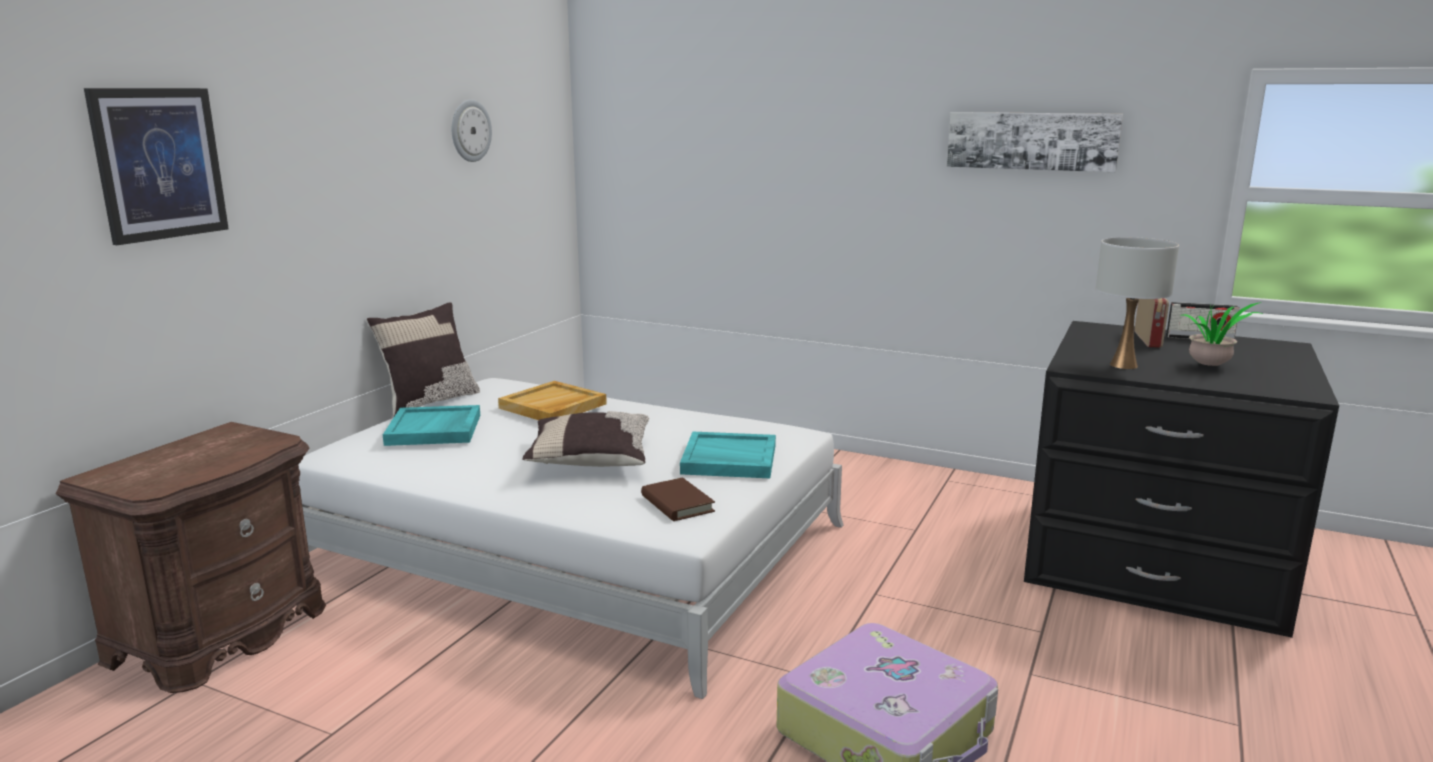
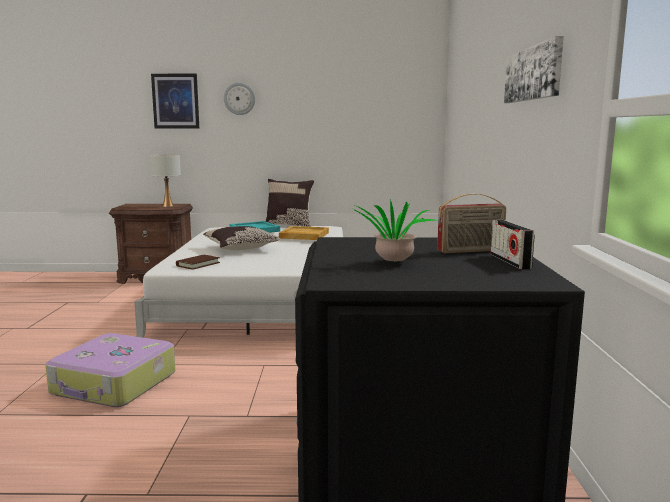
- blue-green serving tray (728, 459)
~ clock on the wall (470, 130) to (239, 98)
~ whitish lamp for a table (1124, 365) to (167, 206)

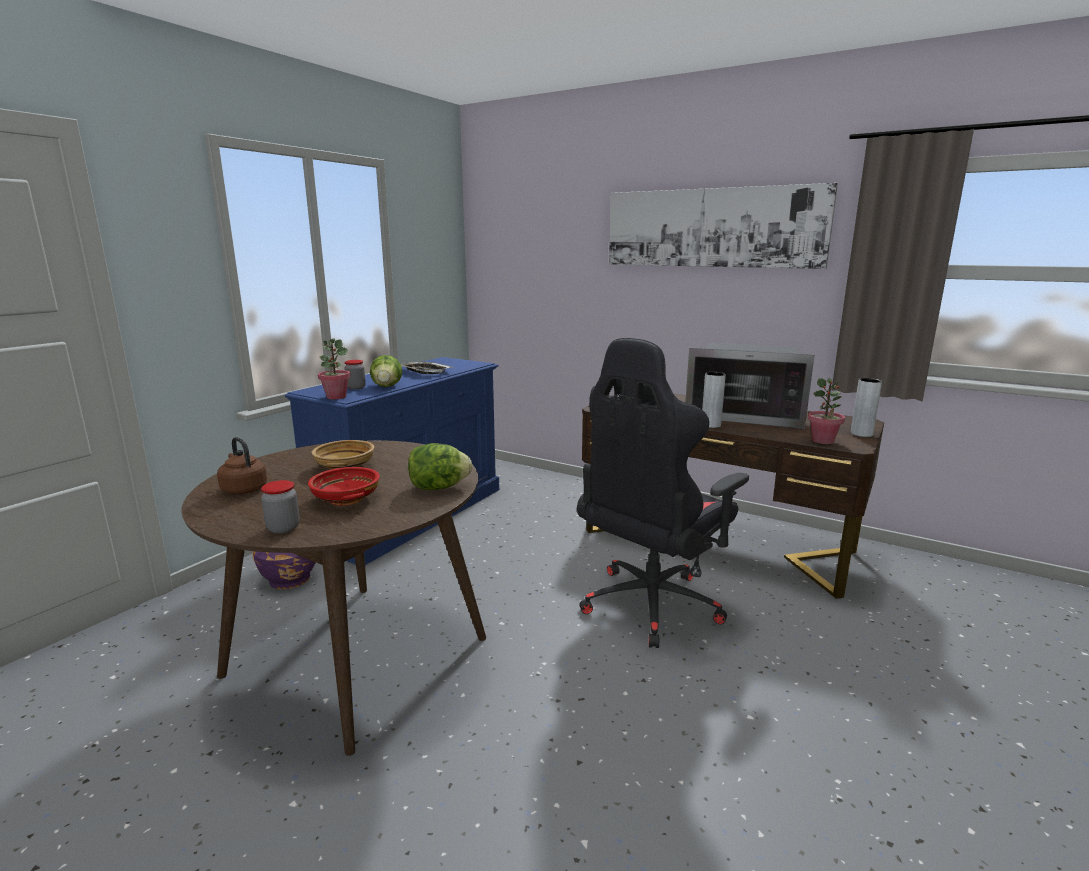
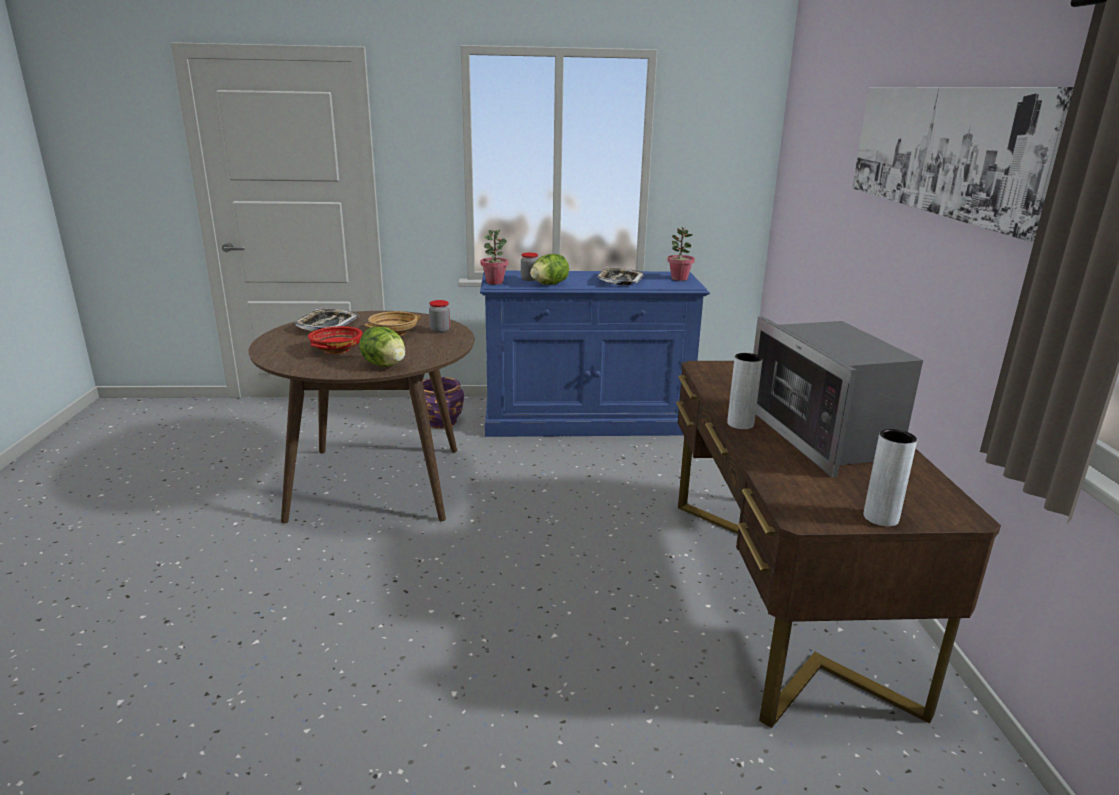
- black-coloured office chair (651, 603)
~ storage jar (283, 528) to (440, 330)
~ houseplant (823, 441) to (679, 278)
~ brown-coloured water kettle (243, 489) to serving tray (327, 325)

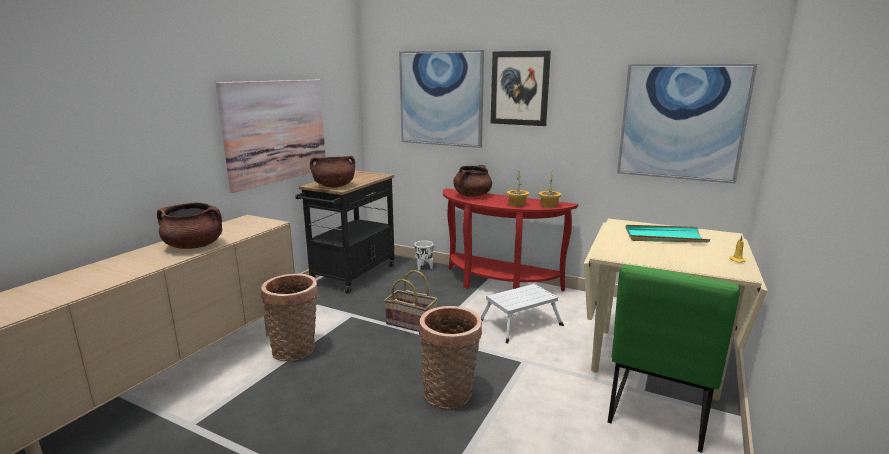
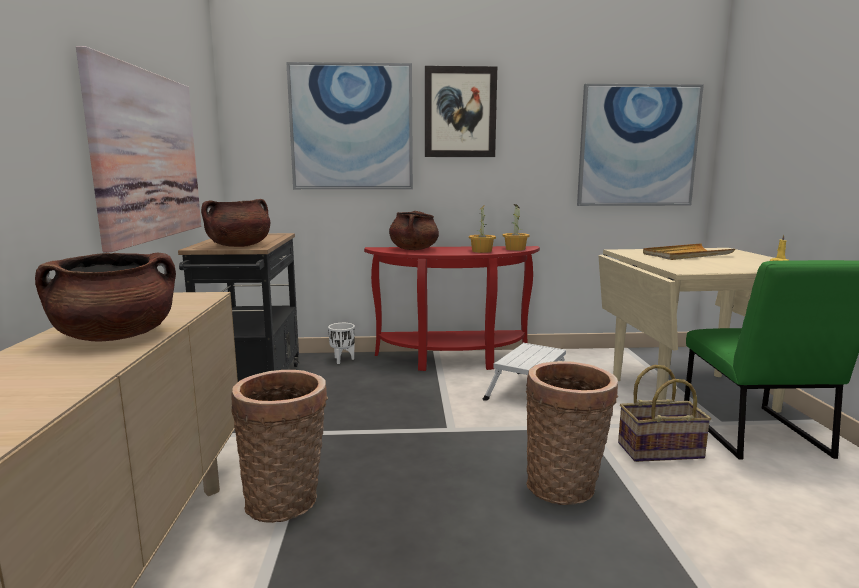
~ household basket (412, 323) to (660, 450)
~ blue-green serving tray (664, 237) to beige-coloured serving tray (686, 255)

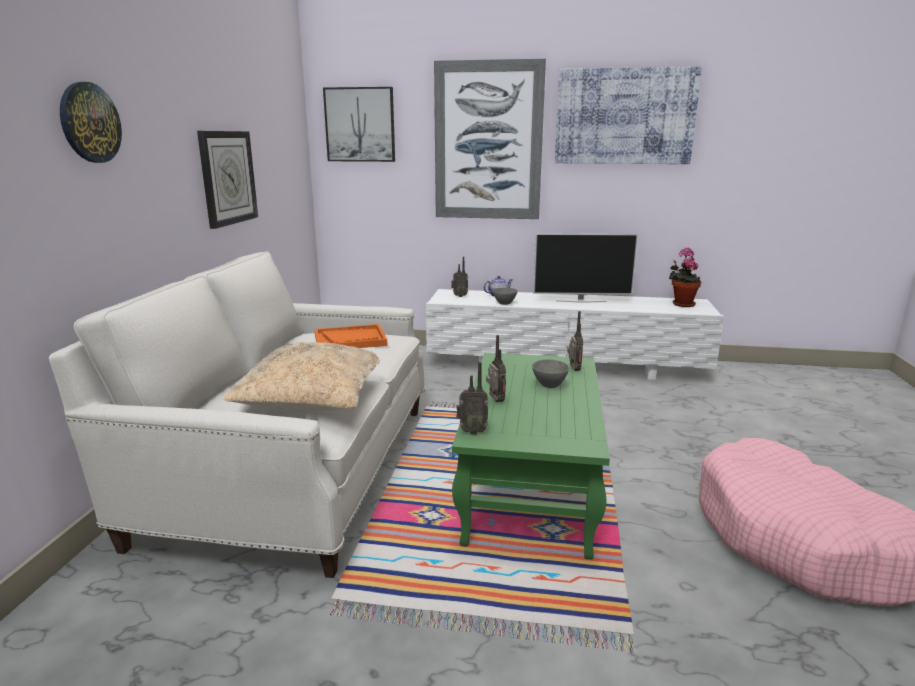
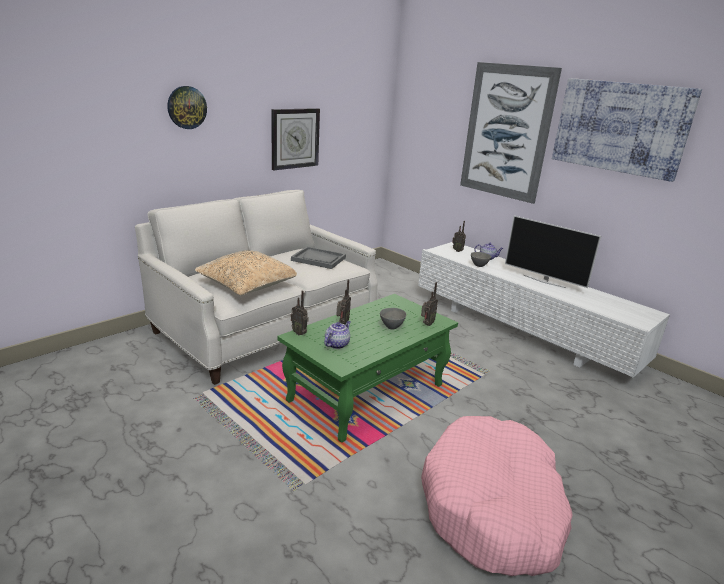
- wall picture (360, 125)
- houseplant (681, 304)
+ tea pot (337, 344)
~ orange-coloured serving tray (350, 340) to gray serving tray (318, 259)

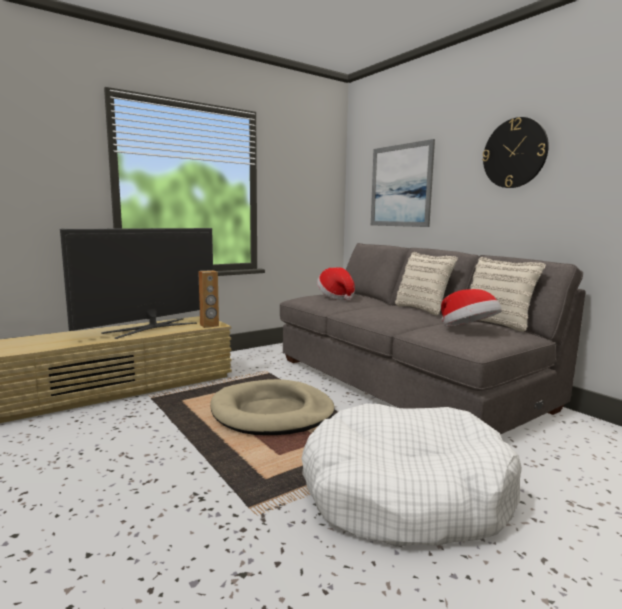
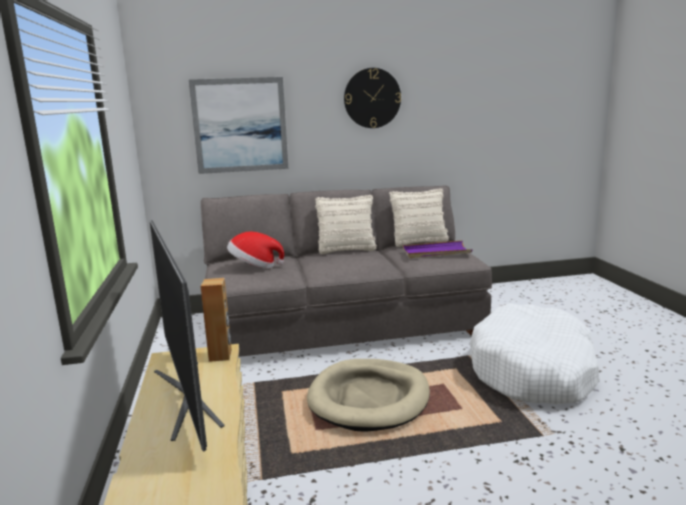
~ wearable hat (468, 330) to purple-coloured serving tray (436, 252)

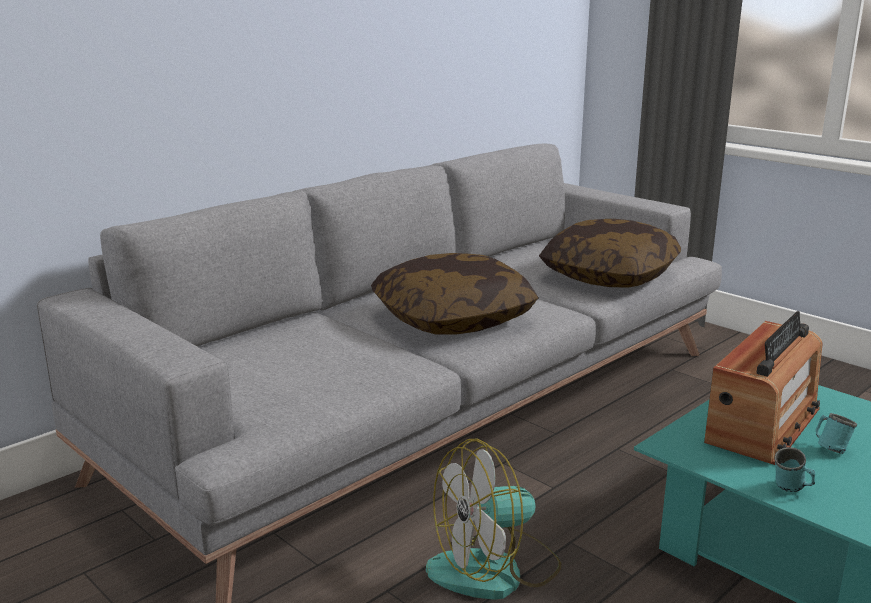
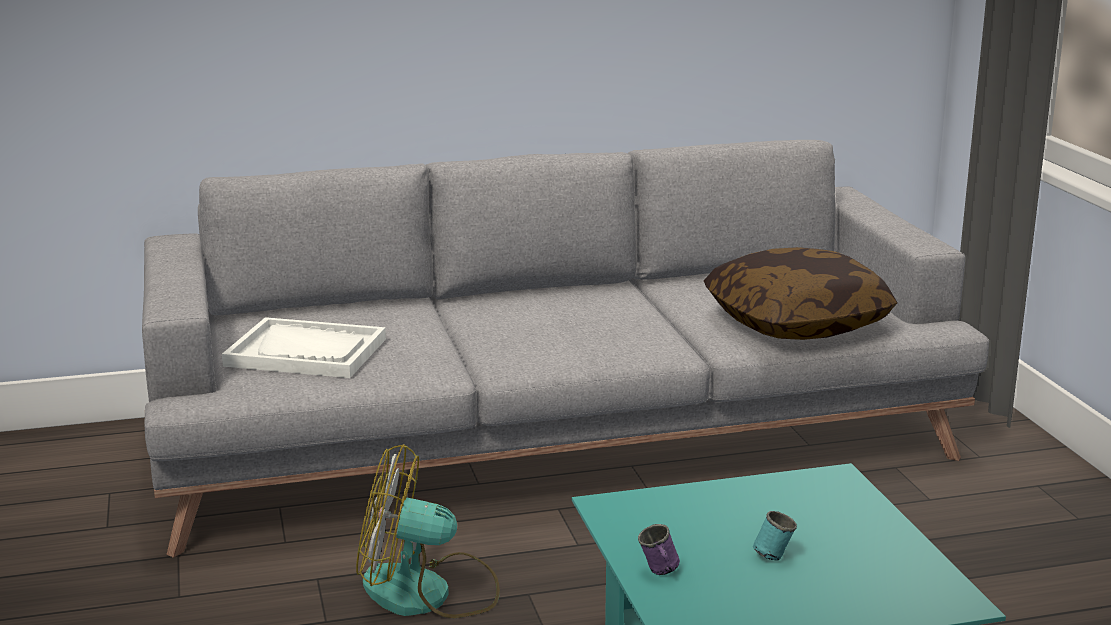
- pillow (453, 318)
- radio (763, 425)
+ whitish serving tray (306, 352)
~ blue-green mug (792, 490) to purple-coloured mug (660, 573)

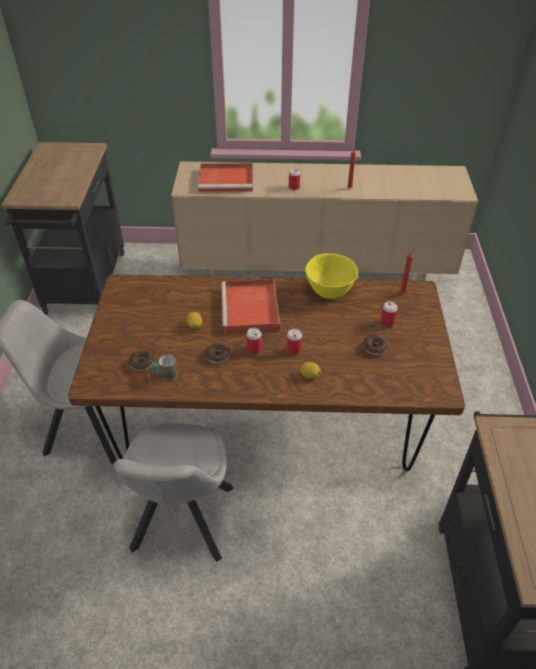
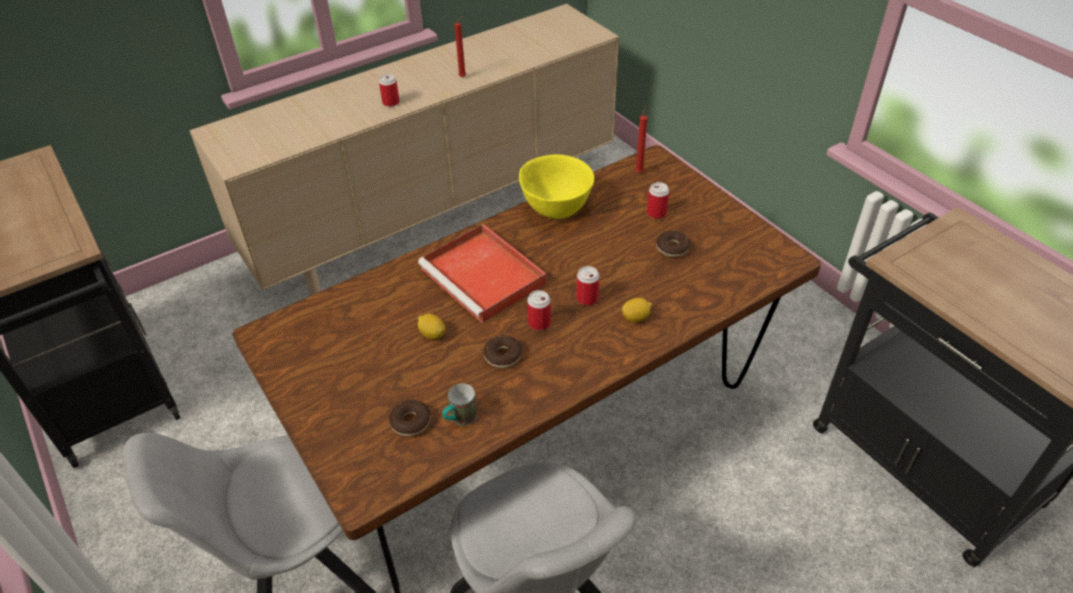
- red serving tray (227, 180)

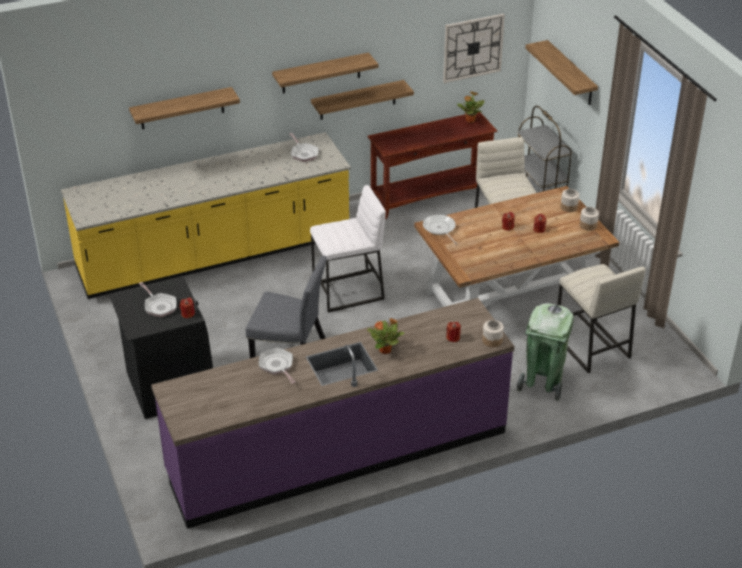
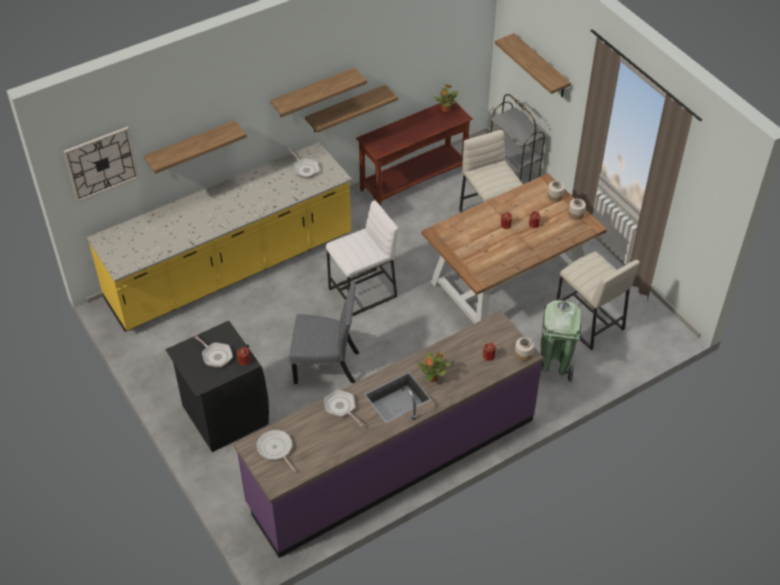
~ pan (440, 229) to (275, 449)
~ clock on the wall (473, 47) to (101, 163)

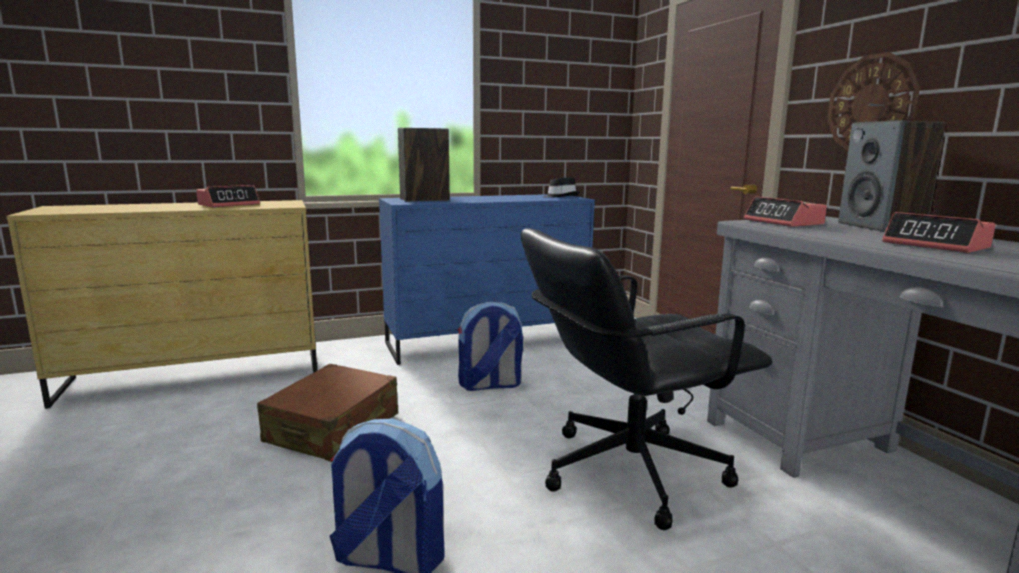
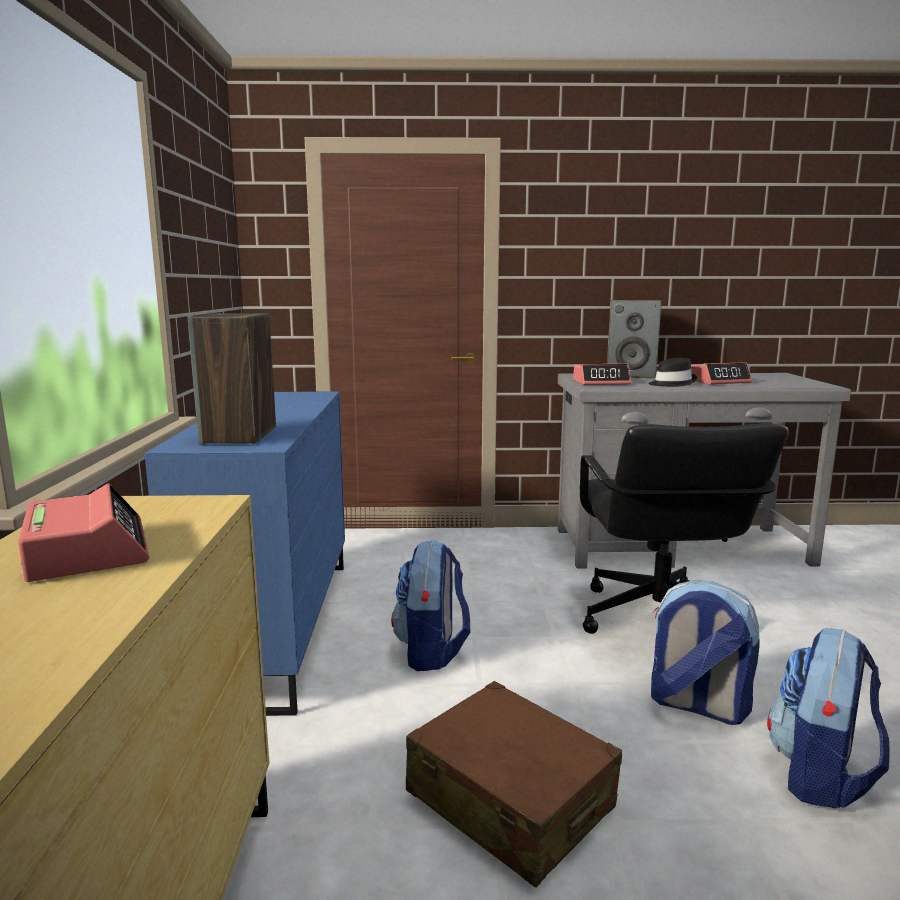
- clock on the wall (871, 104)
+ knapsack (696, 705)
~ black-coloured wearable hat (561, 197) to (671, 383)

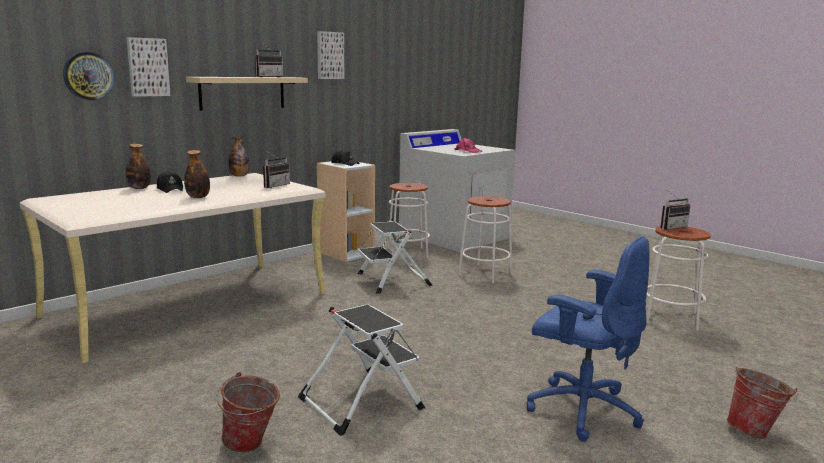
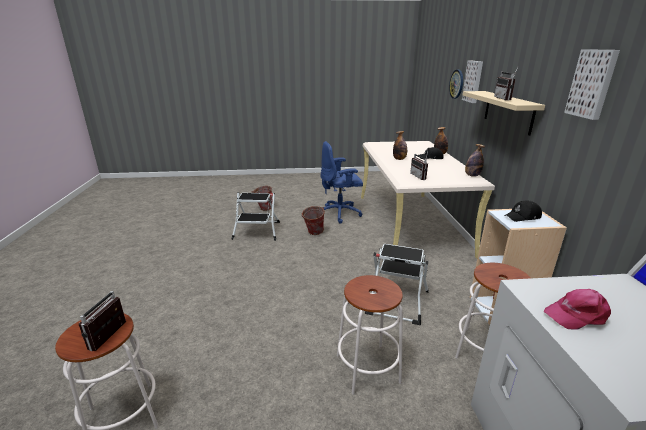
~ bluish office chair (581, 409) to (340, 213)
~ water bucket (755, 432) to (313, 233)

